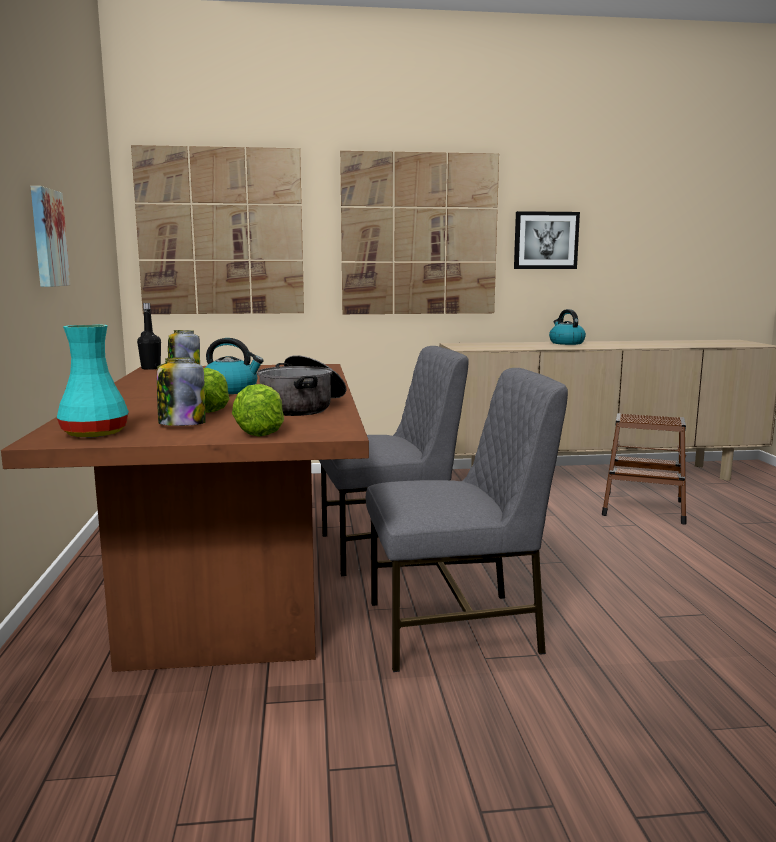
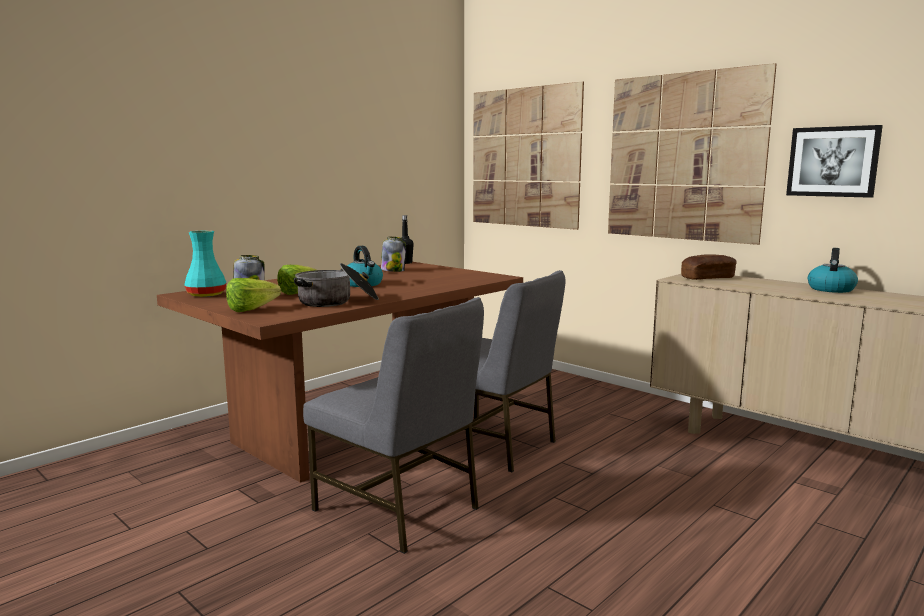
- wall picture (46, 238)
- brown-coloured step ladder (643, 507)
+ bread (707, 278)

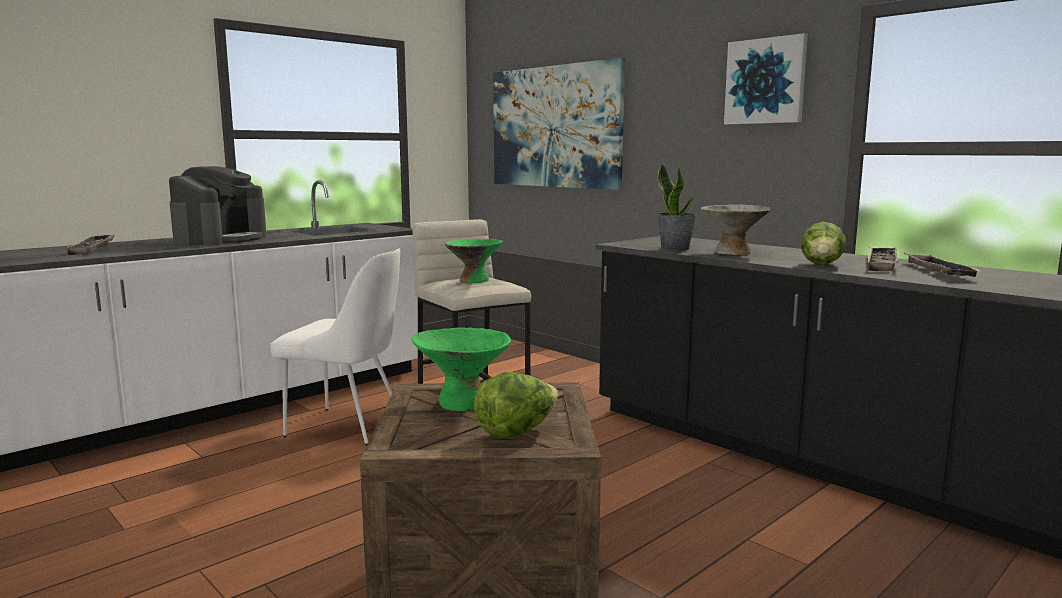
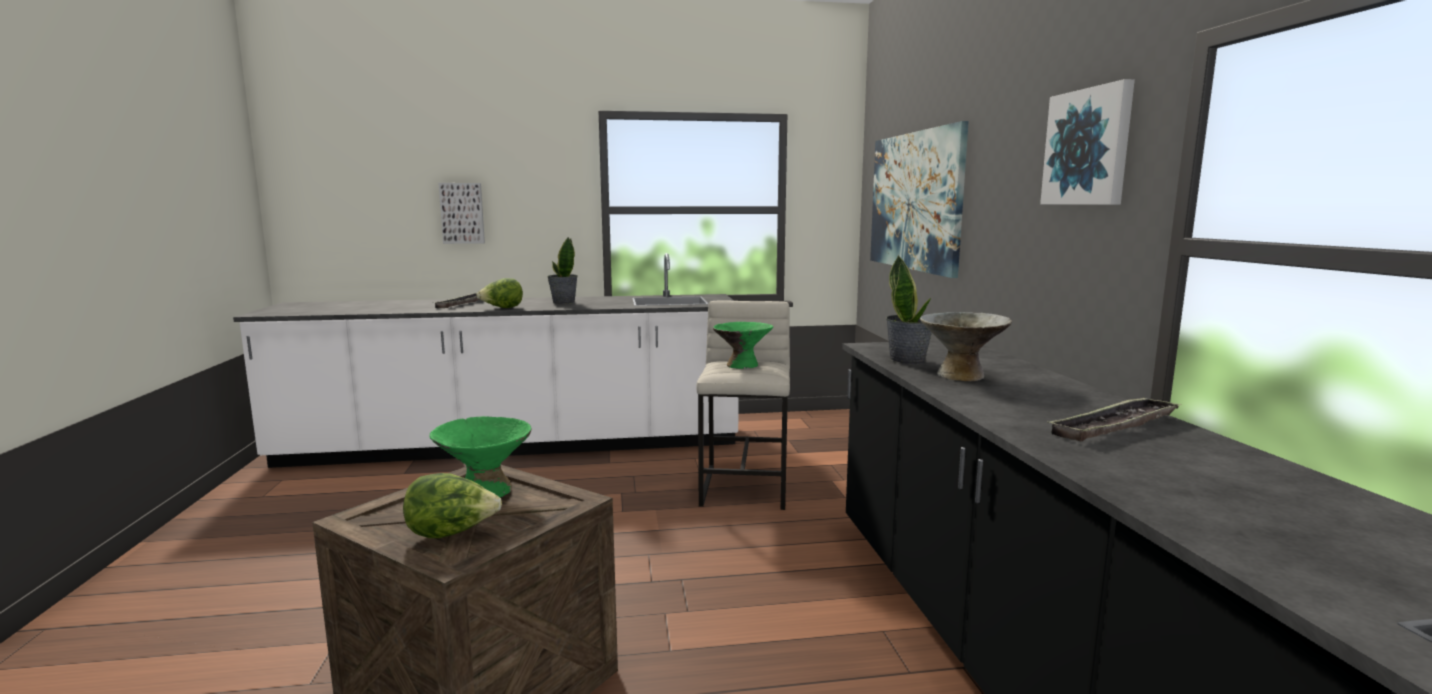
- whitish plain chair (347, 426)
- serving tray (939, 271)
+ wall picture (462, 213)
~ head of lettuce (821, 265) to (502, 308)
~ coffee maker (221, 239) to houseplant (563, 302)

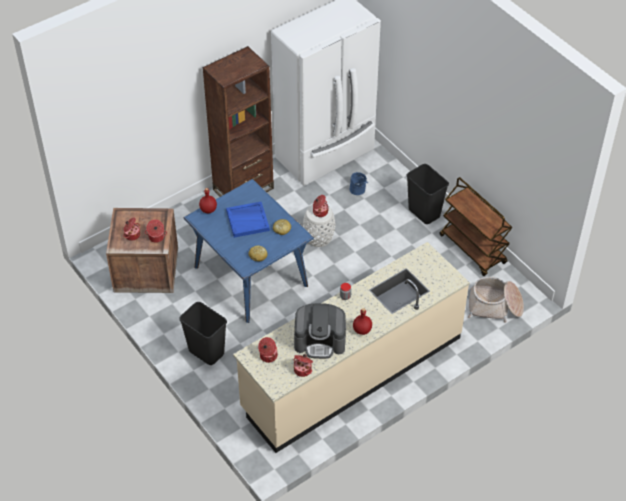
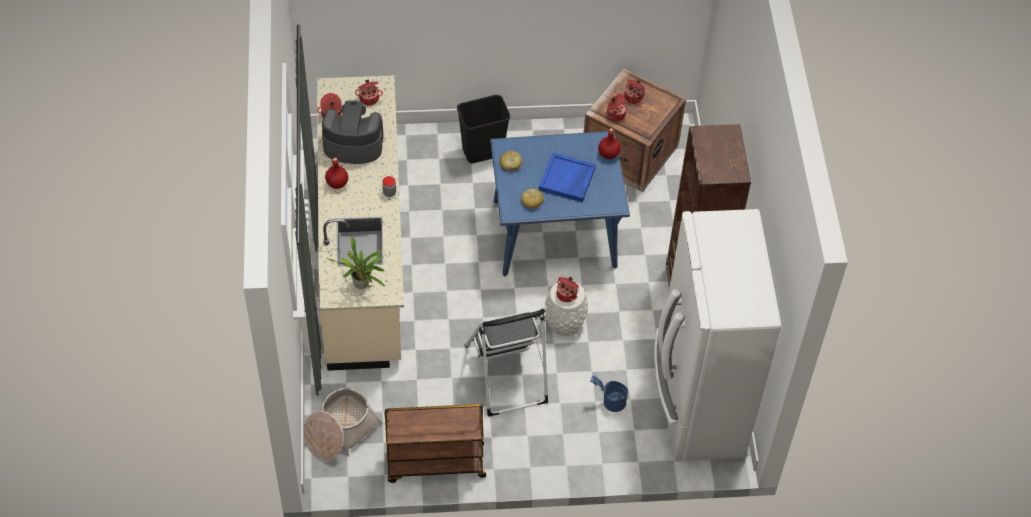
- black-coloured waste bin (424, 213)
+ houseplant (362, 286)
+ step ladder (506, 376)
~ coffee maker (320, 341) = (353, 145) 60 degrees clockwise

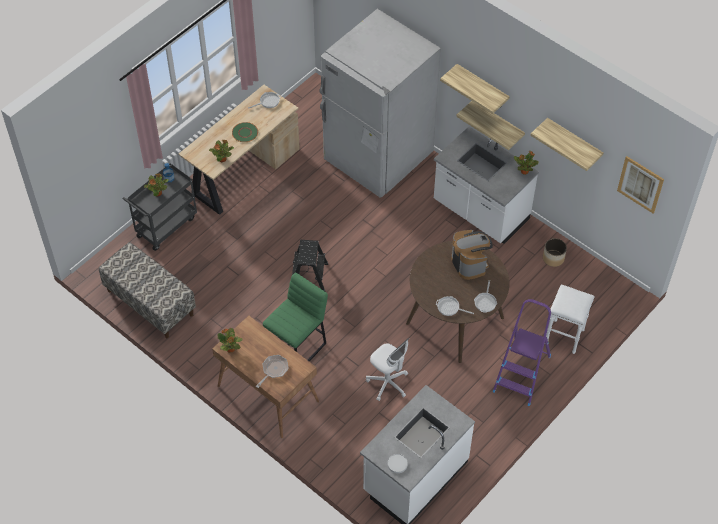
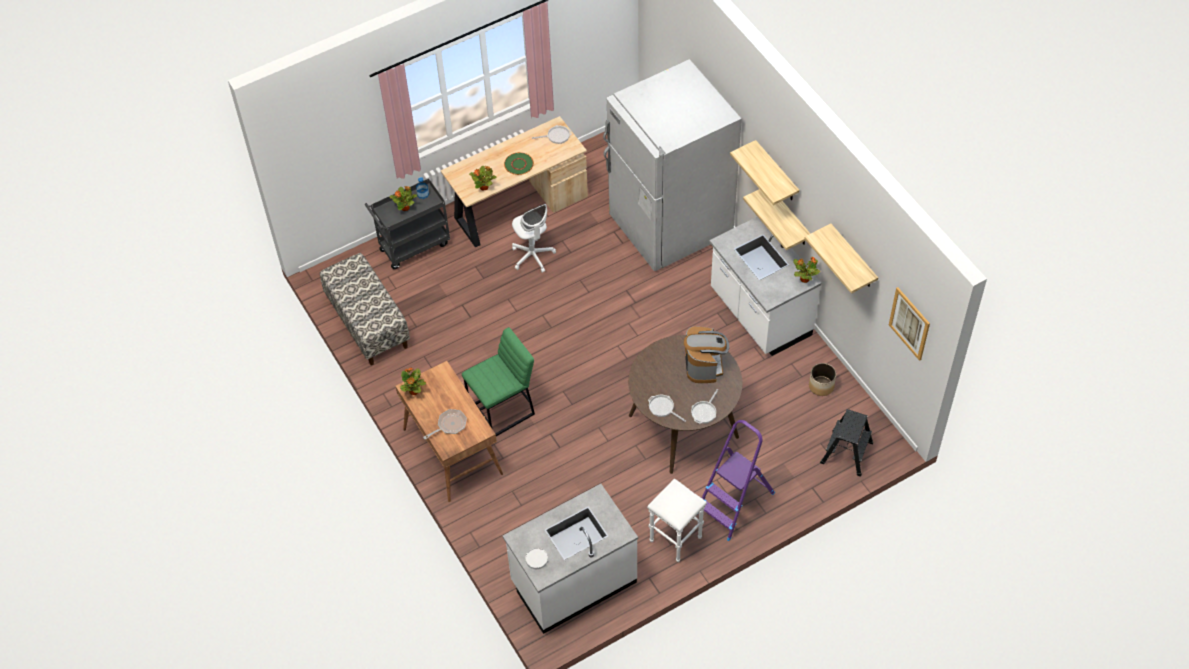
~ black-coloured step ladder (309, 276) to (846, 452)
~ whitish office chair (388, 383) to (533, 256)
~ whitish sitting stool (565, 337) to (675, 540)

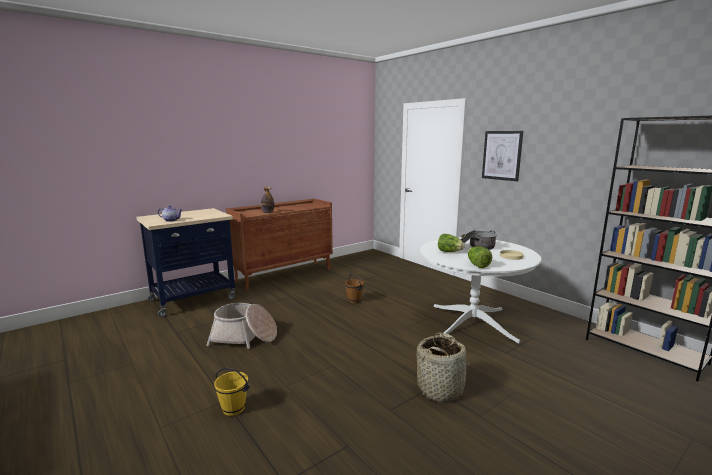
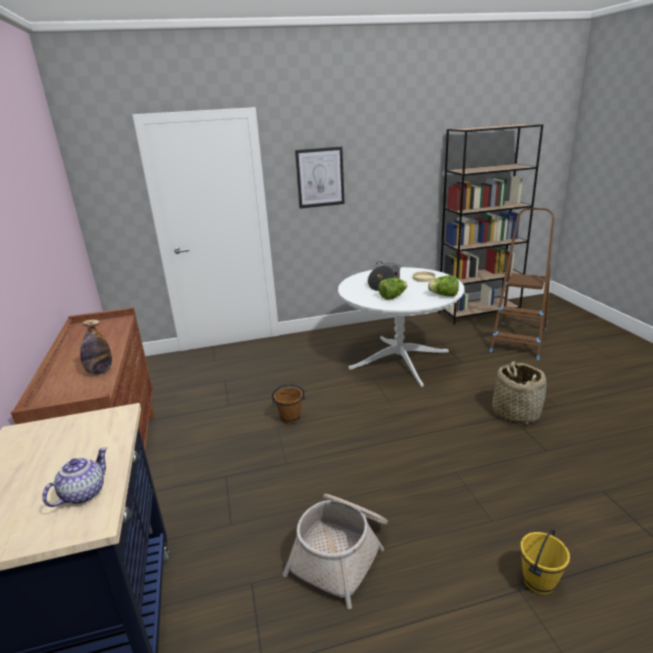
+ brown-coloured step ladder (518, 340)

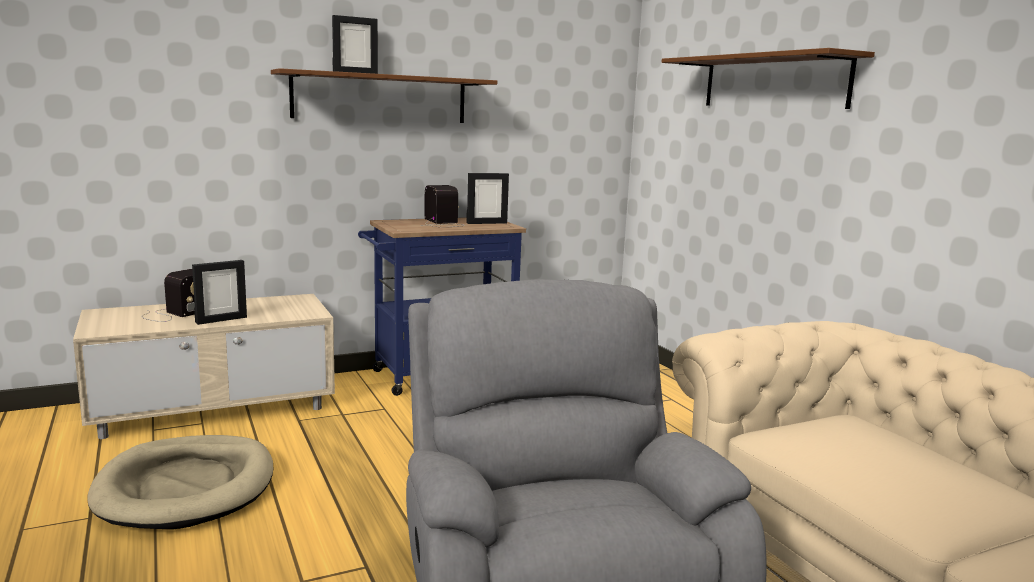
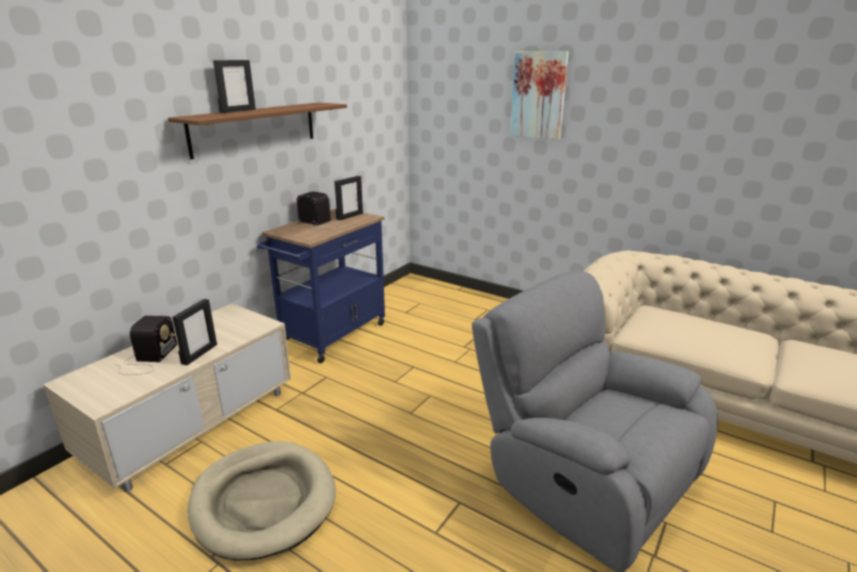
~ brown-coloured shelf (773, 82) to wall picture (538, 95)

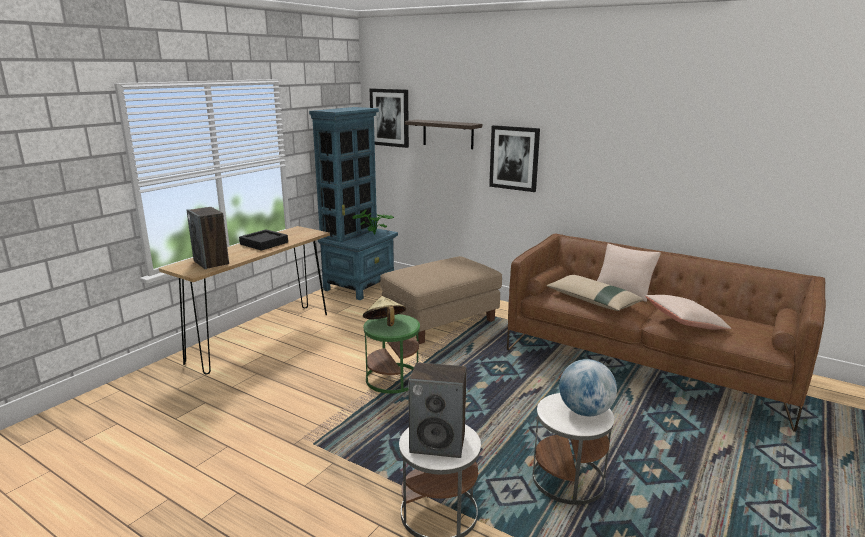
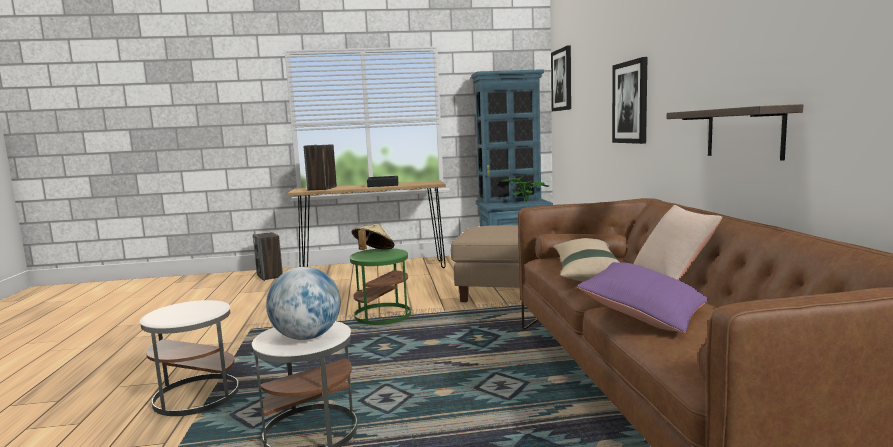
~ shelf (448, 134) to (744, 133)
~ loudspeaker (438, 443) to (270, 276)
~ beige-coloured pillow (684, 323) to purple-coloured pillow (644, 314)

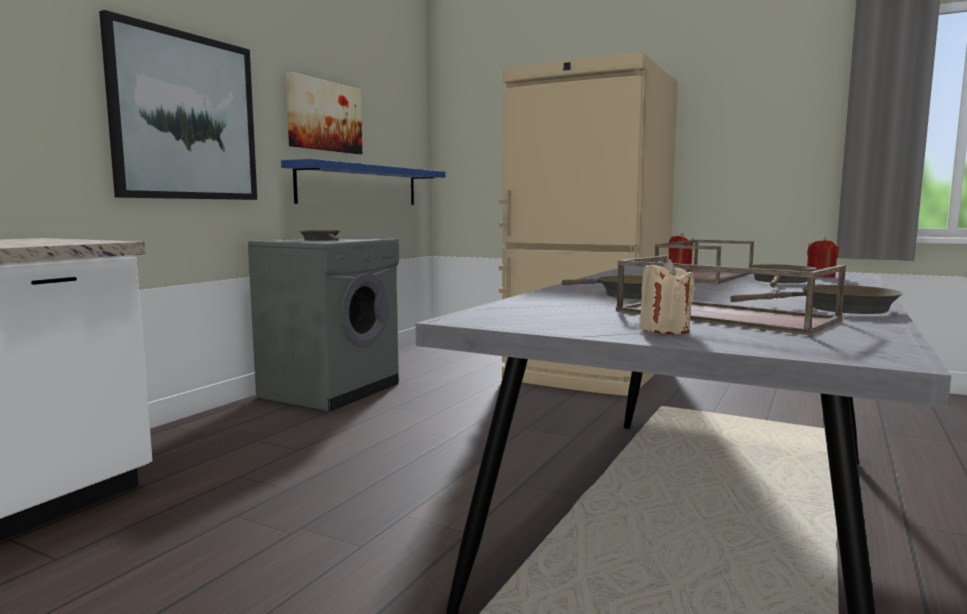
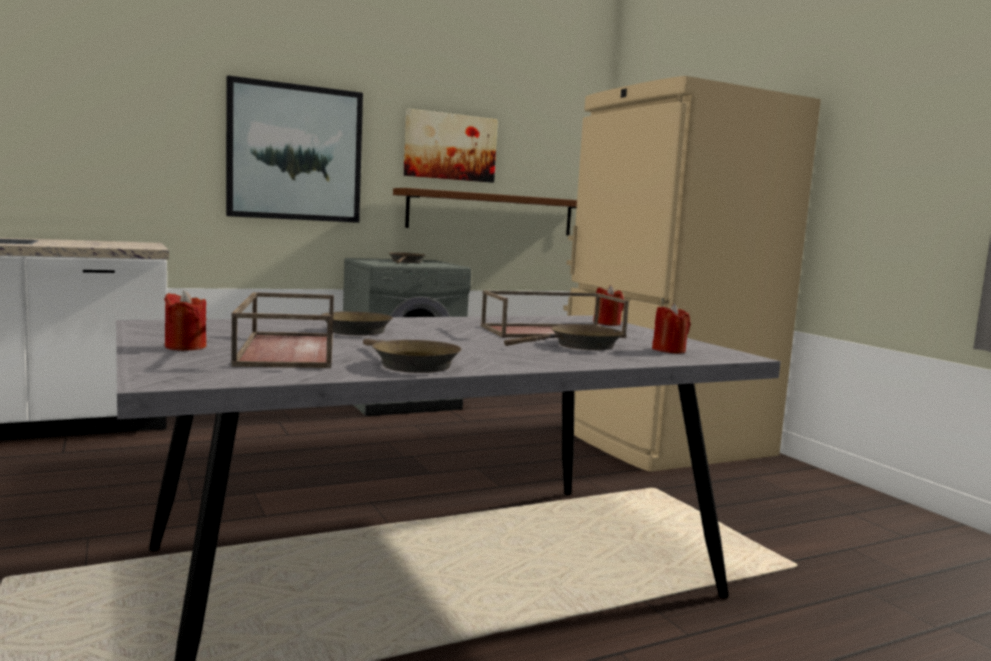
~ bluish shelf (360, 185) to brown-coloured shelf (492, 213)
~ beige-coloured wax light (664, 330) to red wax light (185, 347)

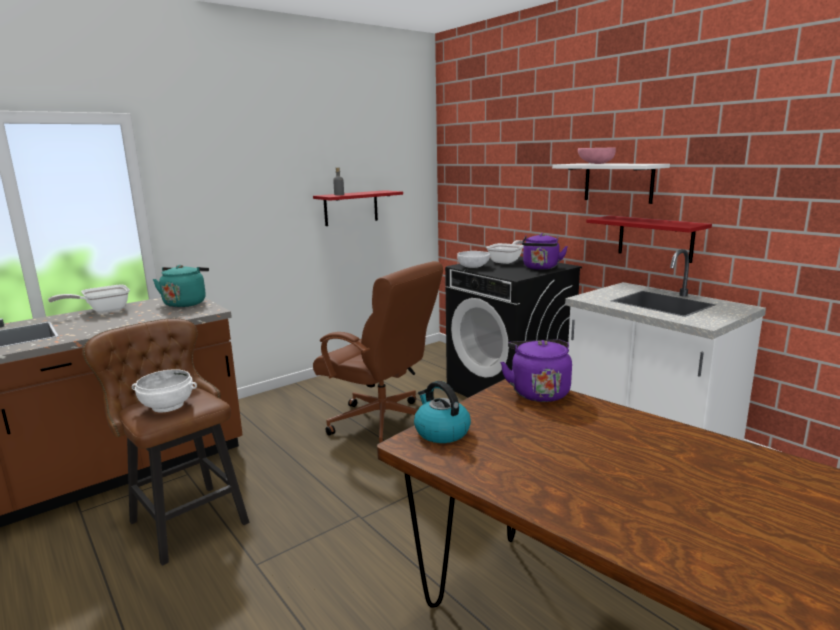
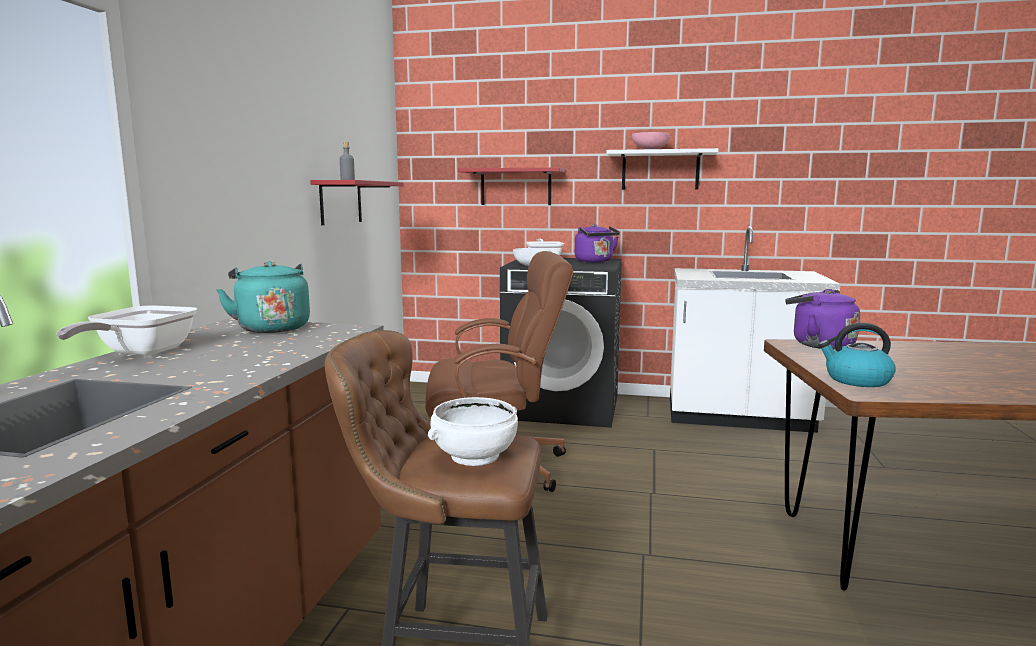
~ red shelf (655, 238) to (516, 187)

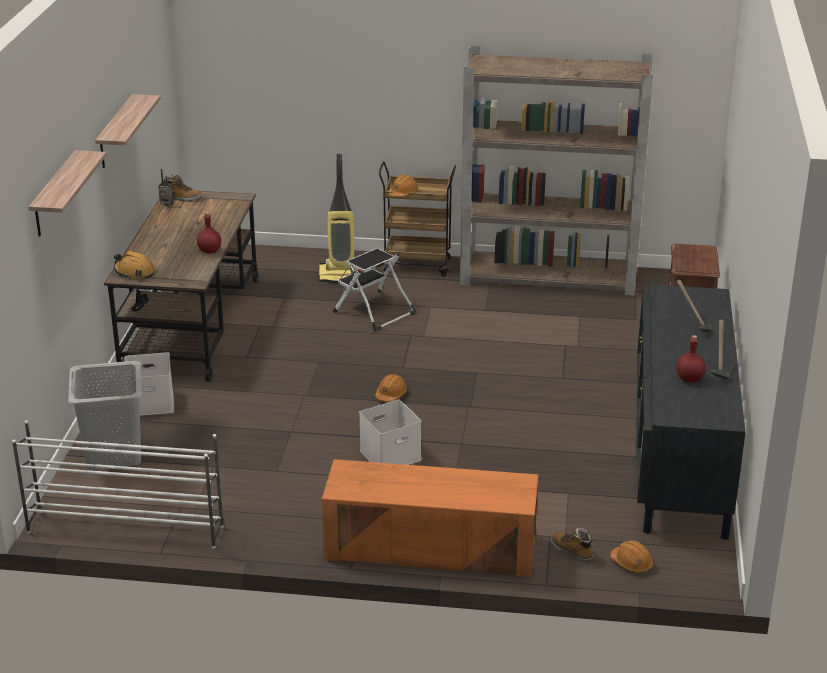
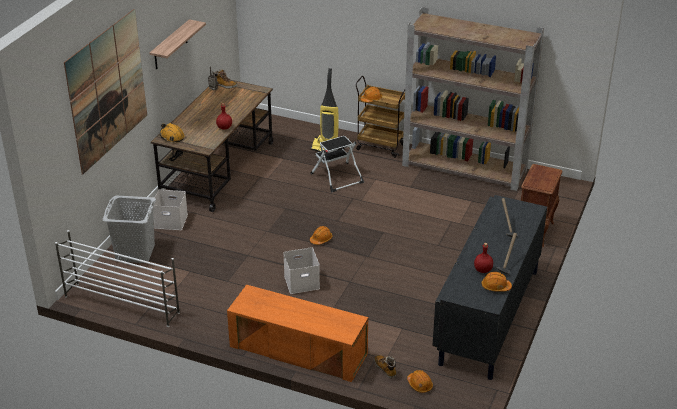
+ orange-coloured hard hat (495, 287)
~ shelf (54, 195) to wall picture (107, 90)

